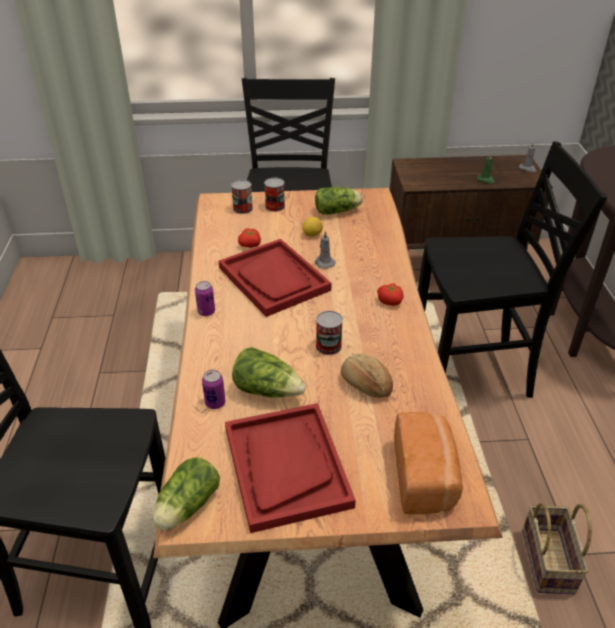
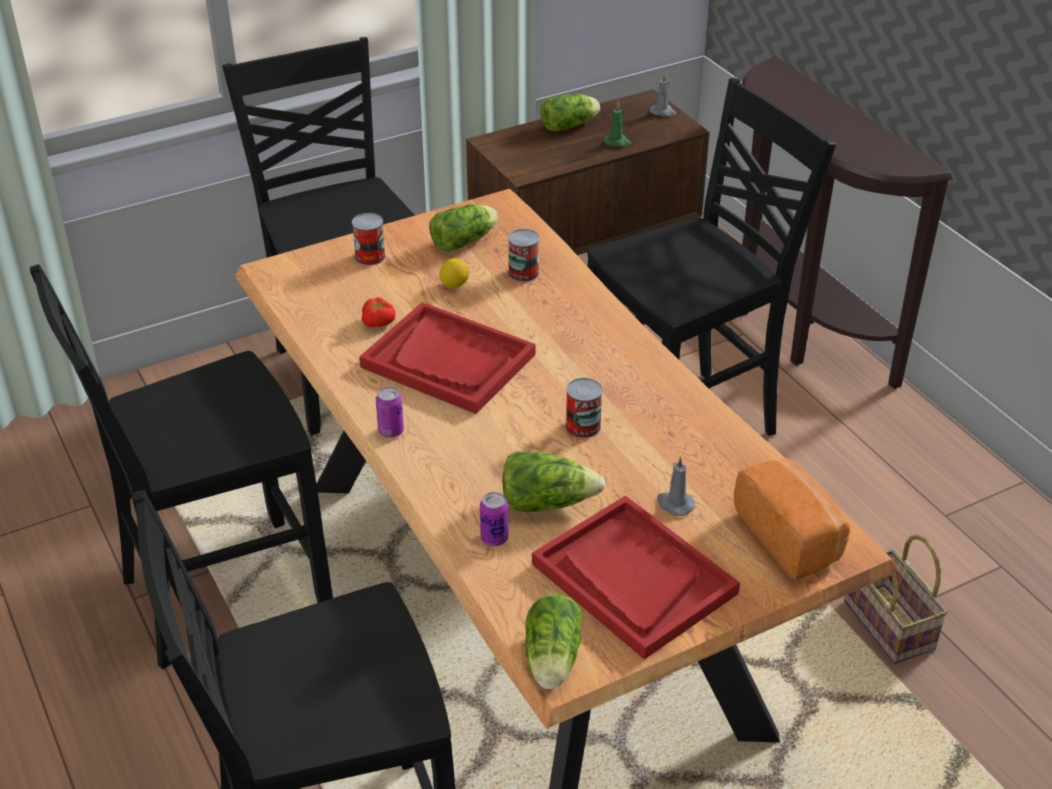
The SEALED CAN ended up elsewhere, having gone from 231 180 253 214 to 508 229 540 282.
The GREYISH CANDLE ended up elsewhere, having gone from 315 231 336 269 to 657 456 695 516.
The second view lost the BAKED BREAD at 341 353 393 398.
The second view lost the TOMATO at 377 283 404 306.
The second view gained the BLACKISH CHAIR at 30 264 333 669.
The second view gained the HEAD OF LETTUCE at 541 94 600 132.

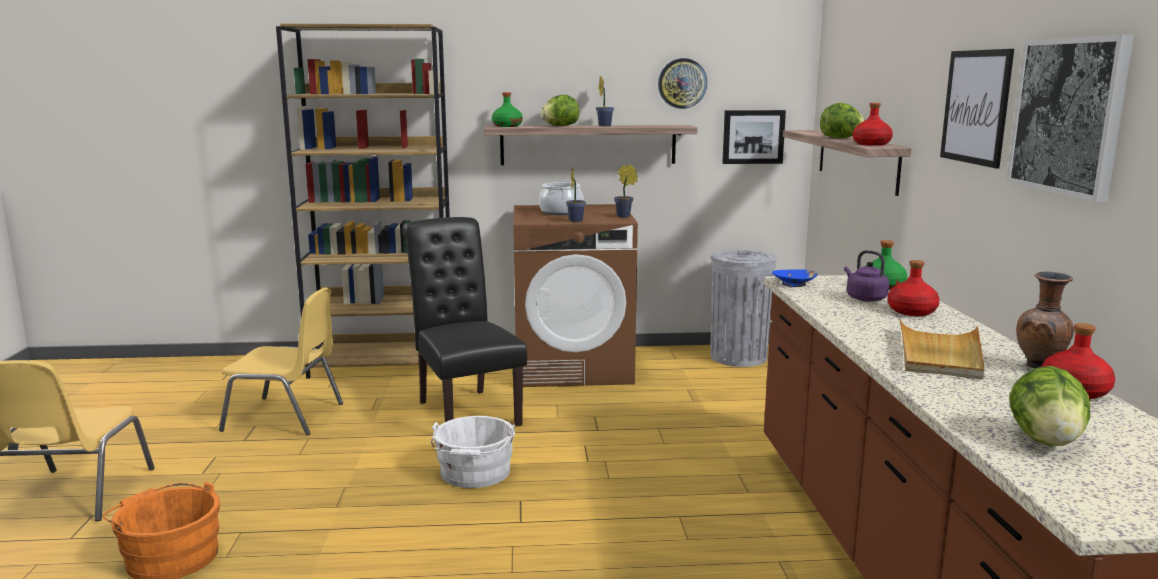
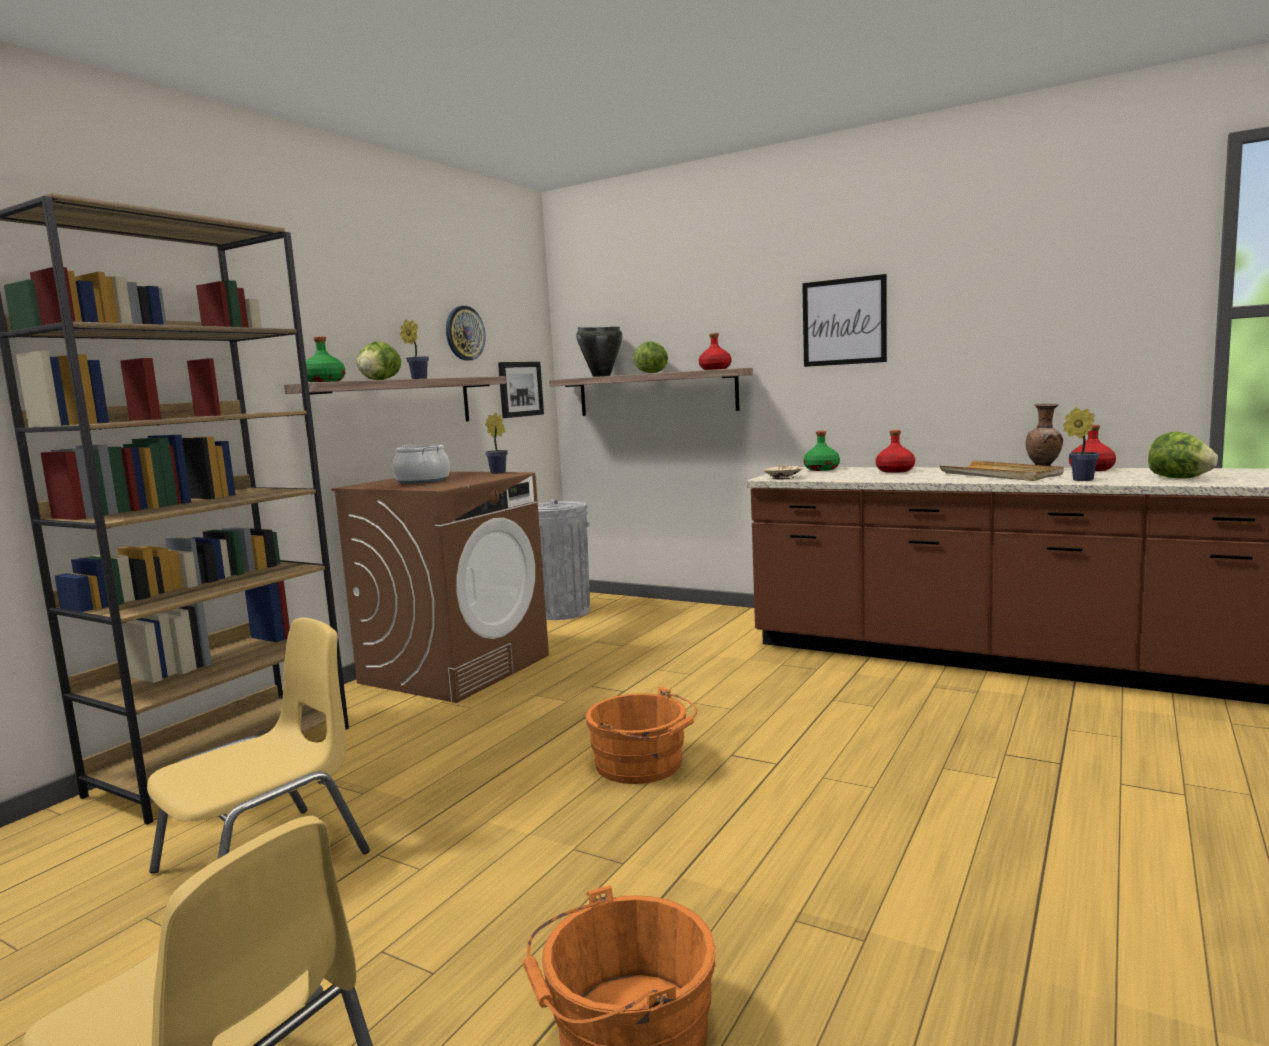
The second view lost the BLACKISH CHAIR at 402 217 527 426.
What was the WHITISH WATER BUCKET at 431 416 515 488 turned into the ORANGE WATER BUCKET at 586 687 697 784.
The HOUSEPLANT ended up elsewhere, having gone from 566 169 586 222 to 1063 407 1100 481.
What was the BLUISH SERVING BOWL at 772 269 818 287 turned into the BEIGE-COLOURED SERVING BOWL at 763 466 803 479.
The second view lost the PURPLISH TEA KETTLE at 844 250 889 302.
The second view lost the WALL PICTURE at 1006 34 1134 202.
The second view gained the BLACKISH COOKING POT at 576 327 623 377.

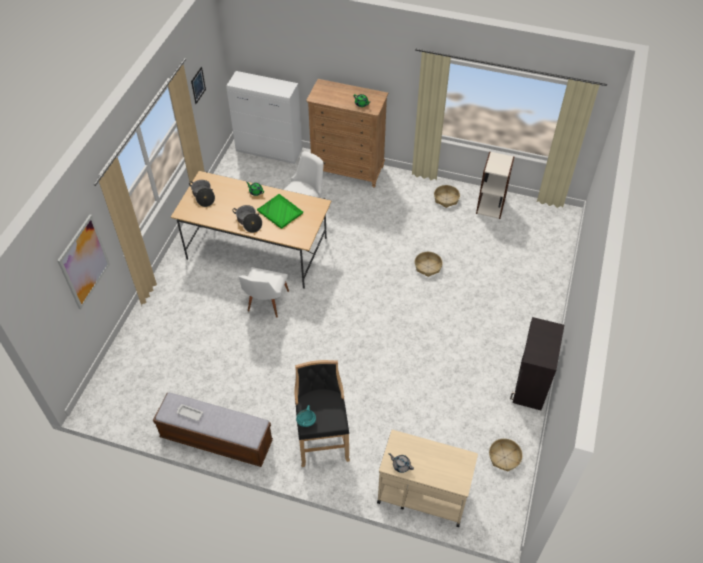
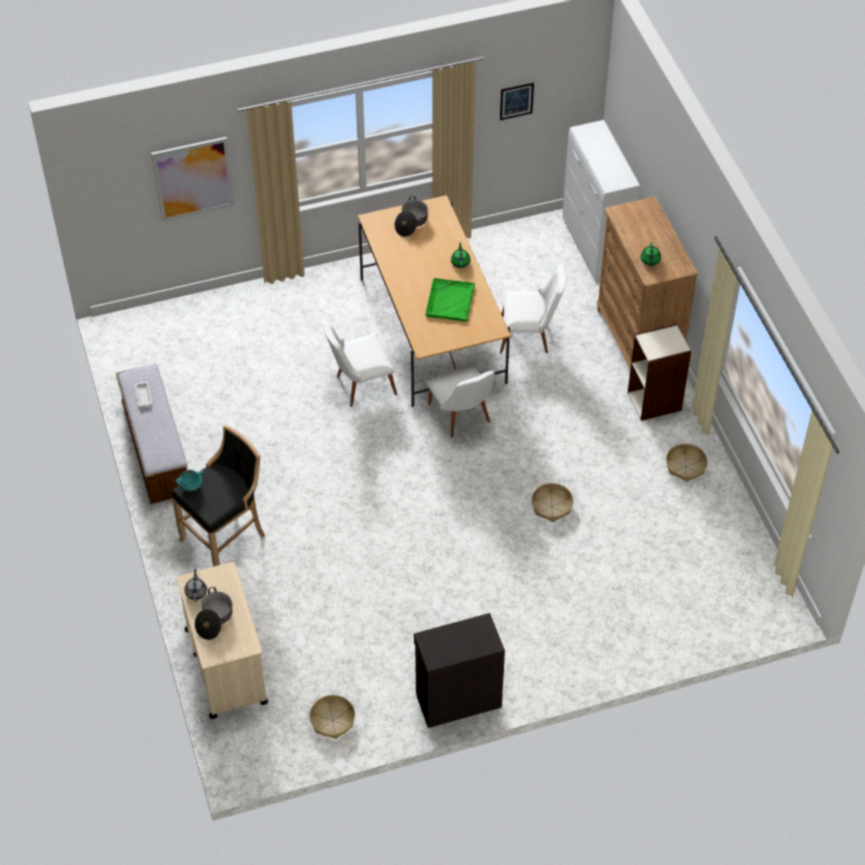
The COOKING POT ended up elsewhere, having gone from 233 205 262 233 to 195 587 232 640.
The SHELVING UNIT ended up elsewhere, having gone from 476 151 515 219 to 628 324 691 421.
The second view gained the WHITISH CHAIR at 426 363 495 437.

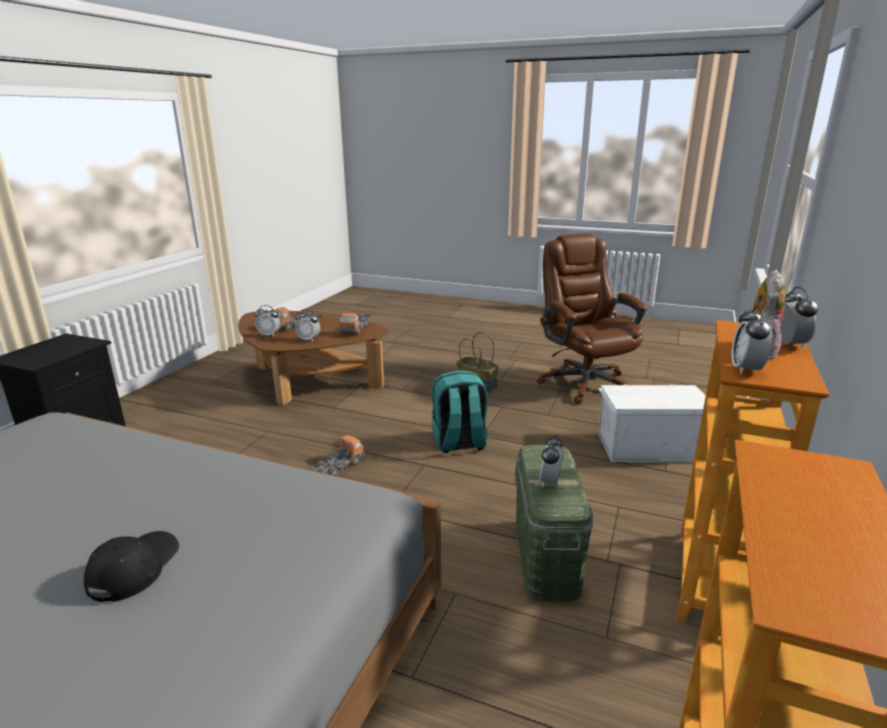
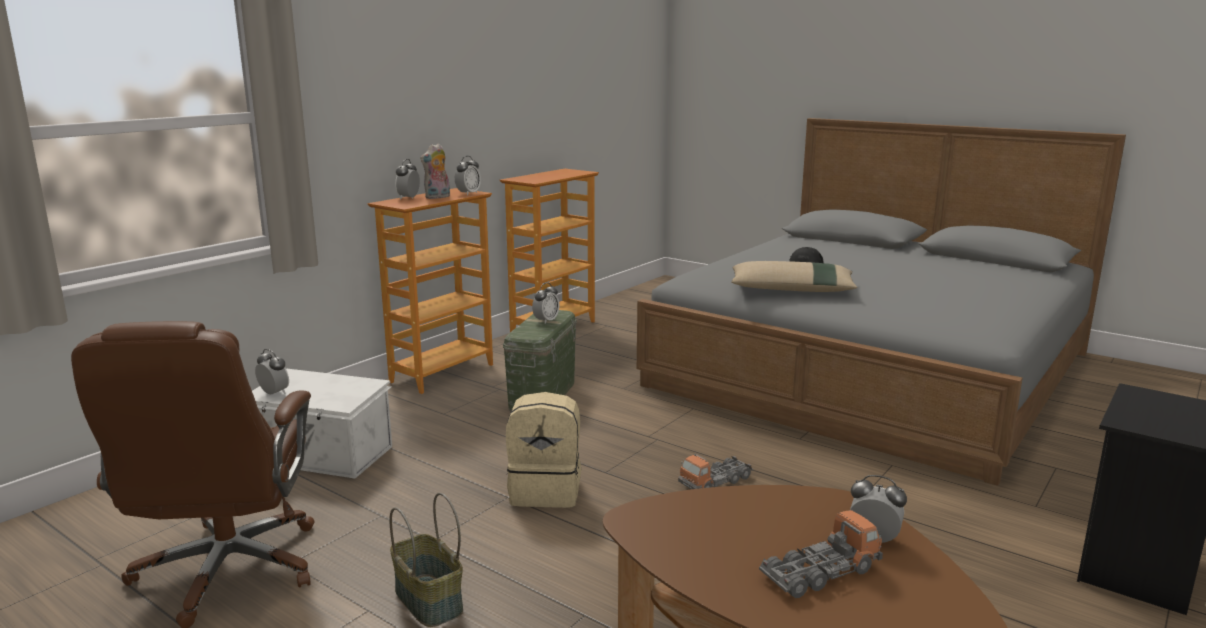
The ALARM CLOCK ended up elsewhere, having gone from 296 309 320 342 to 255 349 289 395.
The second view lost the TOY TRUCK at 338 313 371 334.
What was the BLUE-GREEN RUCKSACK at 432 371 488 453 turned into the BEIGE-COLOURED RUCKSACK at 506 392 581 508.
The second view gained the BEIGE-COLOURED PILLOW at 731 261 857 292.

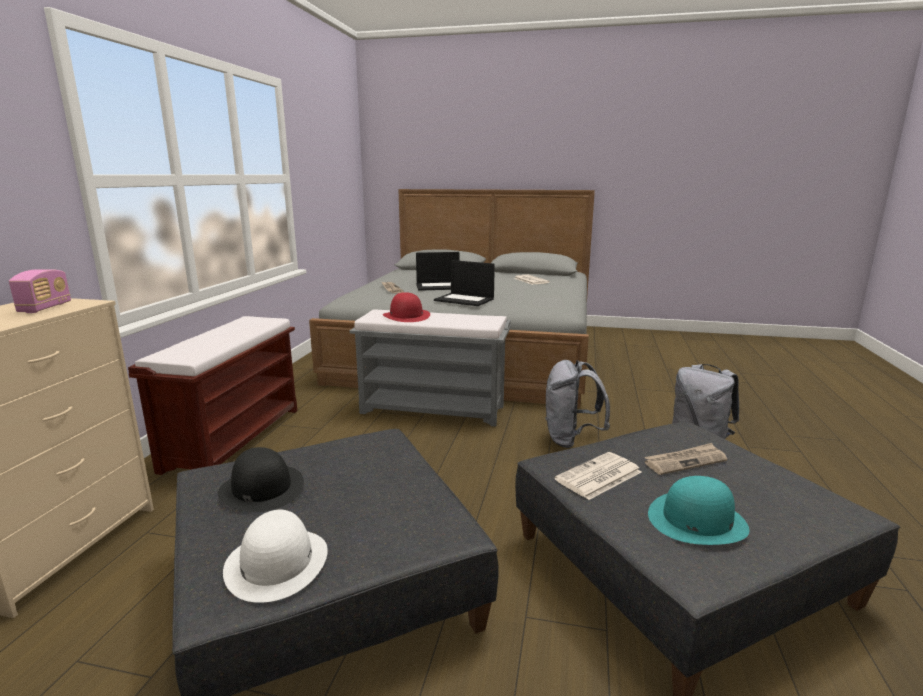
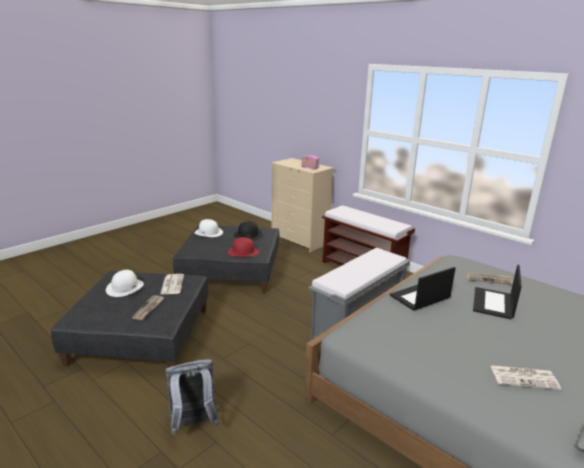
The RED CLOTHING HAT ended up elsewhere, having gone from 383 292 430 322 to 228 237 259 257.
The second view lost the GREYISH RUCKSACK at 545 360 610 448.
What was the BLUE-GREEN CLOTHING HAT at 648 476 749 545 turned into the WHITISH CLOTHING HAT at 106 270 144 297.

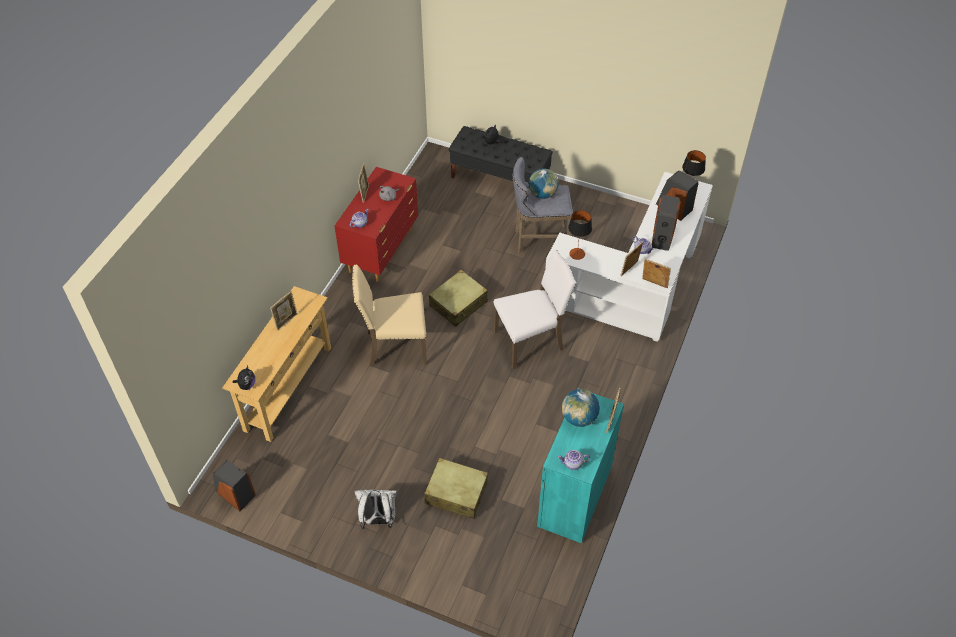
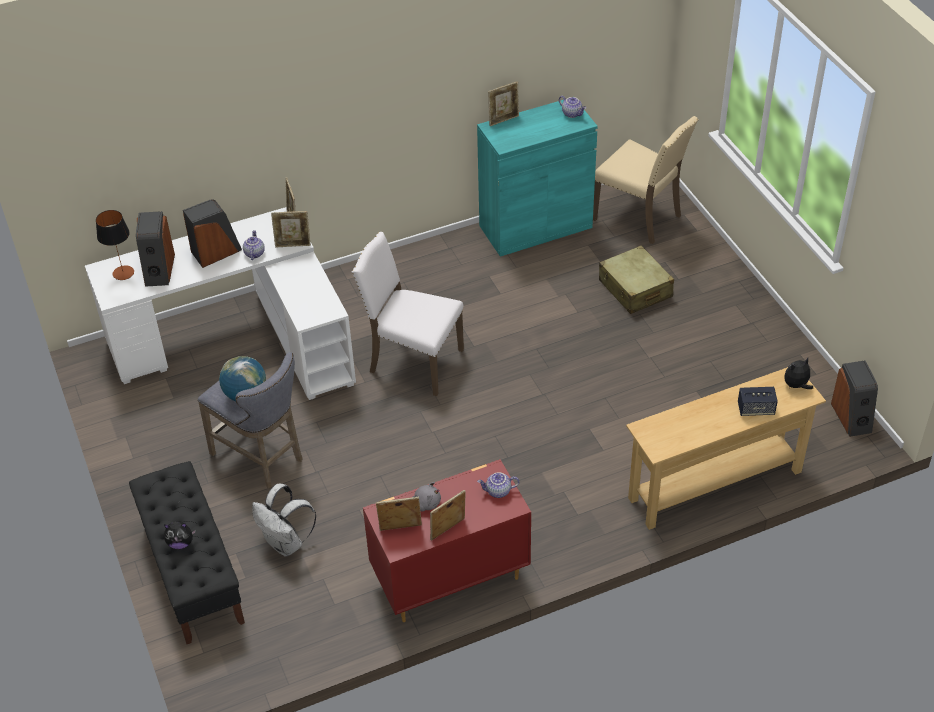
The STANDING FRAME ended up elsewhere, having gone from 270 291 298 331 to 376 497 422 531.
The BEIGE-COLOURED CHAIR ended up elsewhere, having gone from 352 265 427 366 to 593 116 699 244.
The WHITISH RUCKSACK ended up elsewhere, having gone from 354 490 397 529 to 252 484 316 557.
The second view lost the BEIGE-COLOURED TRAVEL CASE at 429 270 488 327.
The second view lost the DESK GLOBE at 562 389 600 427.
The second view lost the LAMP FOR A TABLE at 568 210 592 260.
The second view gained the LOUDSPEAKER at 738 387 778 416.

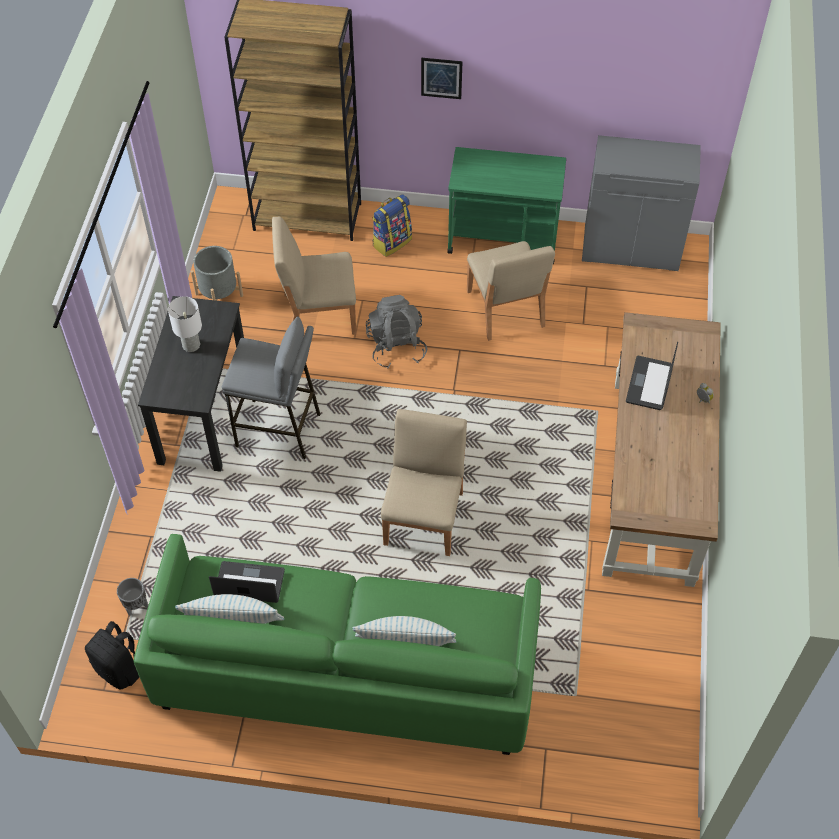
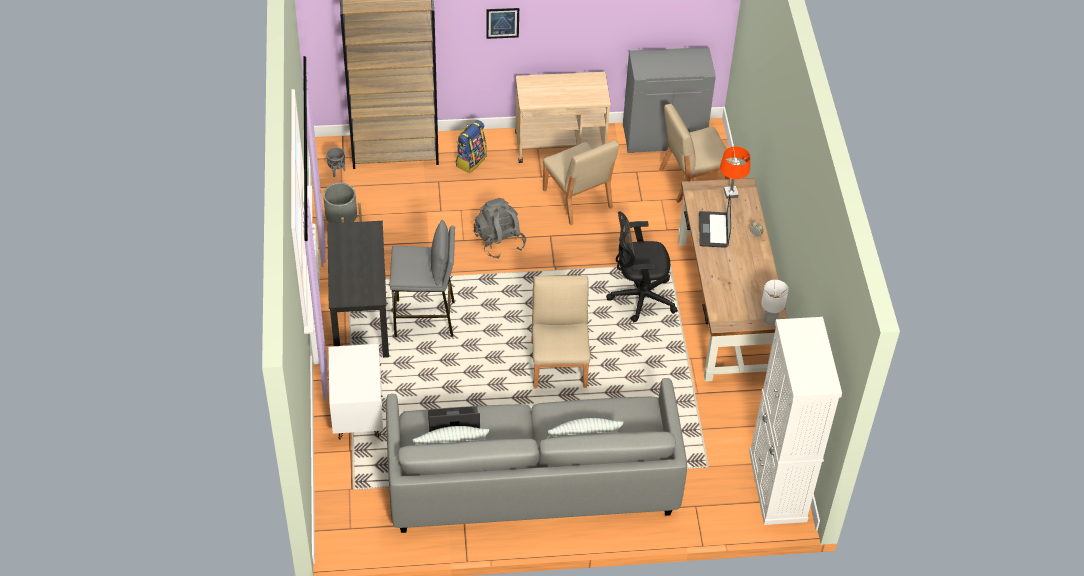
The second view lost the BLACKISH RUCKSACK at 85 621 139 690.
The GREYISH PLANTER ended up elsewhere, having gone from 117 578 148 616 to 326 147 345 177.
What was the GREENISH SOFA at 134 534 541 755 turned into the GREYISH SOFA at 386 378 687 533.
The WHITISH LAMP FOR A TABLE ended up elsewhere, having gone from 168 296 202 352 to 761 280 789 325.
The BEIGE-COLOURED CHAIR ended up elsewhere, having gone from 272 217 356 335 to 659 104 733 203.
What was the GREENISH CART at 447 147 566 264 turned into the BEIGE-COLOURED CART at 515 72 611 163.
The second view gained the WHITISH NIGHT TABLE at 328 344 383 440.
The second view gained the BLACKISH COMPUTER CHAIR at 606 212 678 323.
The second view gained the ORANGE LAMP FOR A TABLE at 720 146 750 199.
The second view gained the WHITISH CUPBOARD at 749 317 842 525.

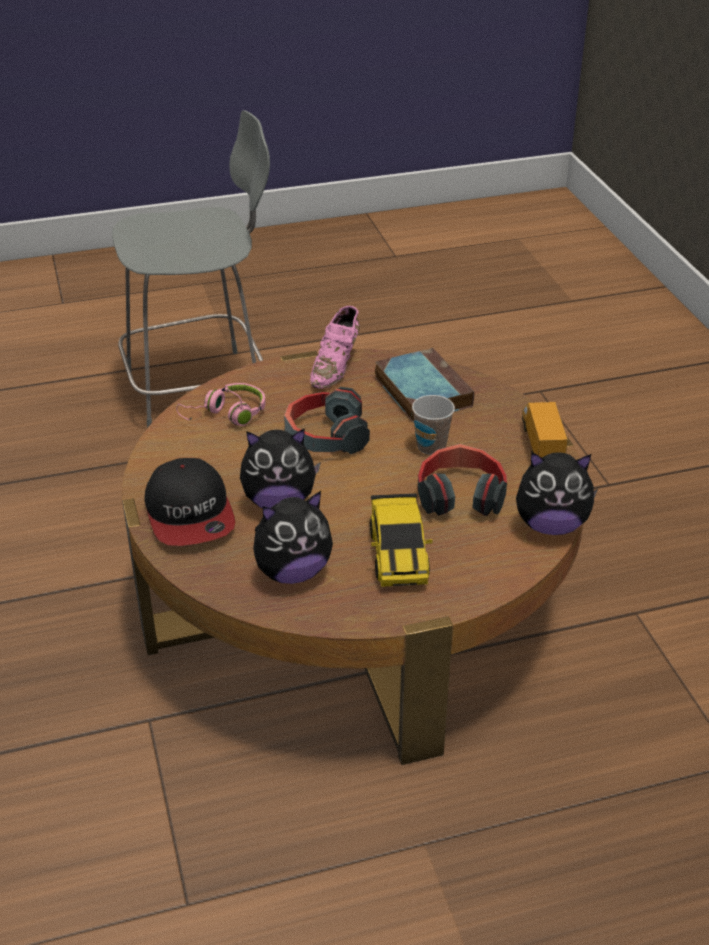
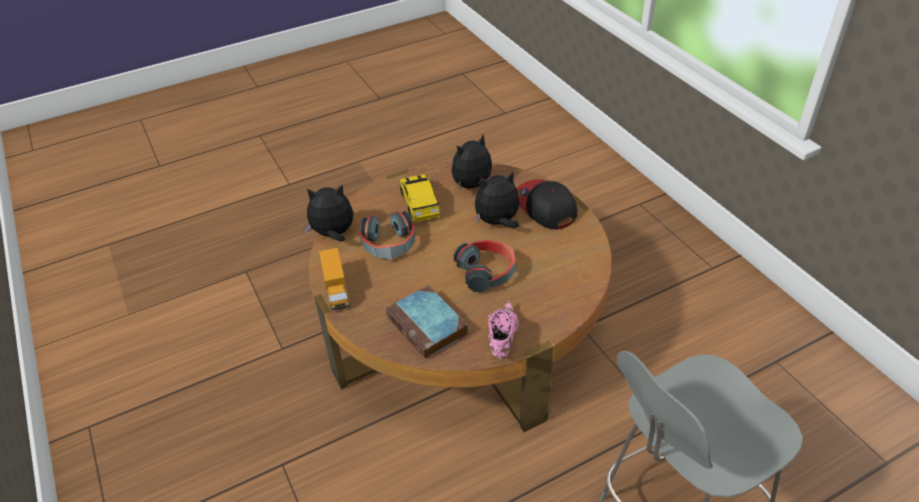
The second view lost the PINK-COLOURED HEADPHONES at 176 383 265 426.
The second view lost the CUP at 412 395 455 455.

